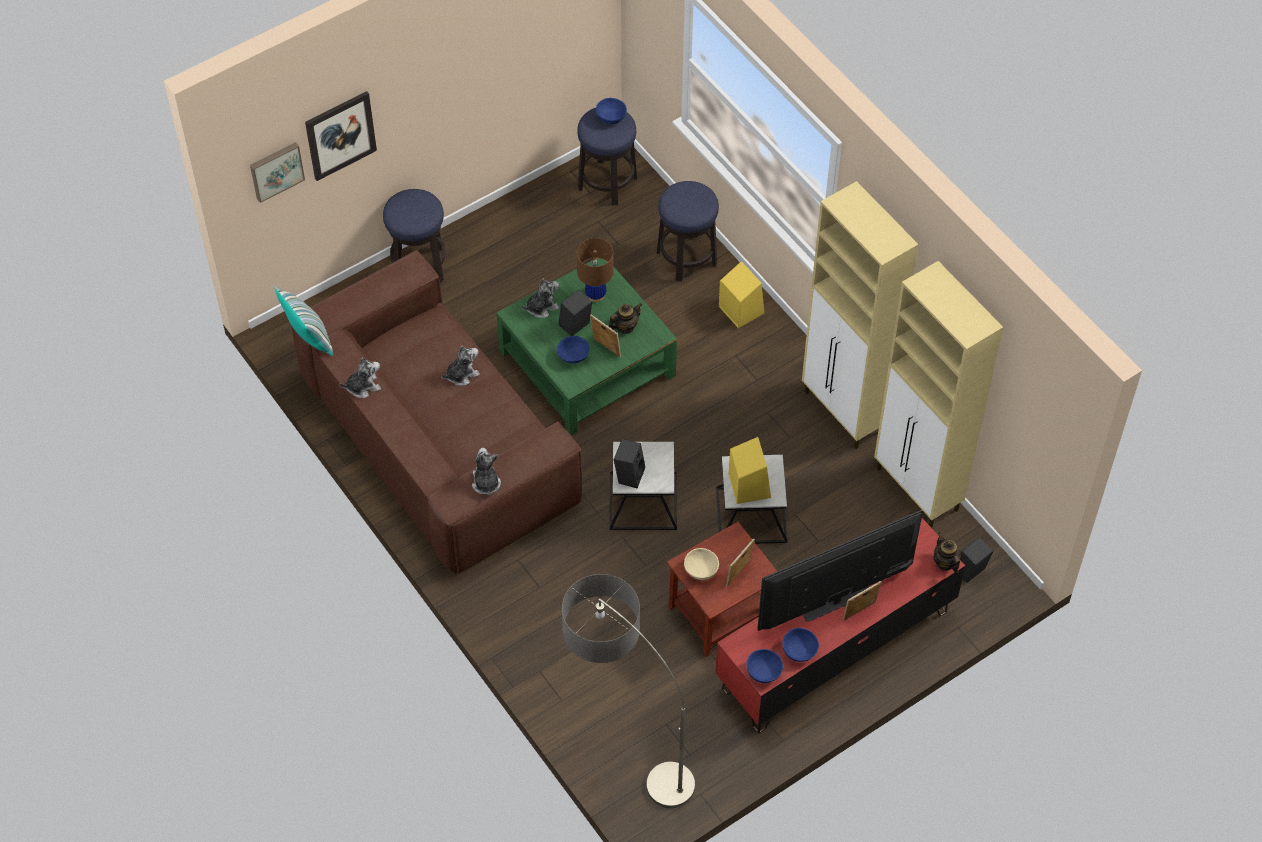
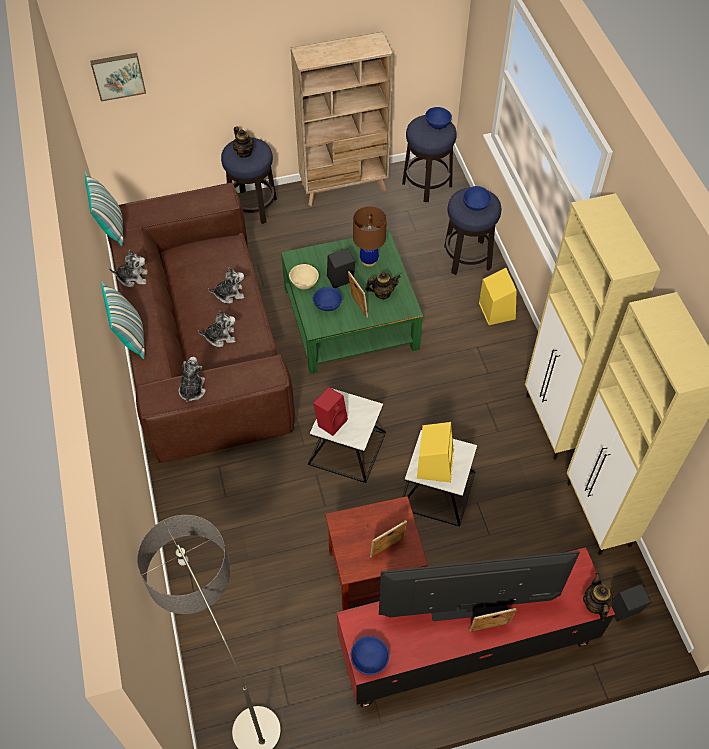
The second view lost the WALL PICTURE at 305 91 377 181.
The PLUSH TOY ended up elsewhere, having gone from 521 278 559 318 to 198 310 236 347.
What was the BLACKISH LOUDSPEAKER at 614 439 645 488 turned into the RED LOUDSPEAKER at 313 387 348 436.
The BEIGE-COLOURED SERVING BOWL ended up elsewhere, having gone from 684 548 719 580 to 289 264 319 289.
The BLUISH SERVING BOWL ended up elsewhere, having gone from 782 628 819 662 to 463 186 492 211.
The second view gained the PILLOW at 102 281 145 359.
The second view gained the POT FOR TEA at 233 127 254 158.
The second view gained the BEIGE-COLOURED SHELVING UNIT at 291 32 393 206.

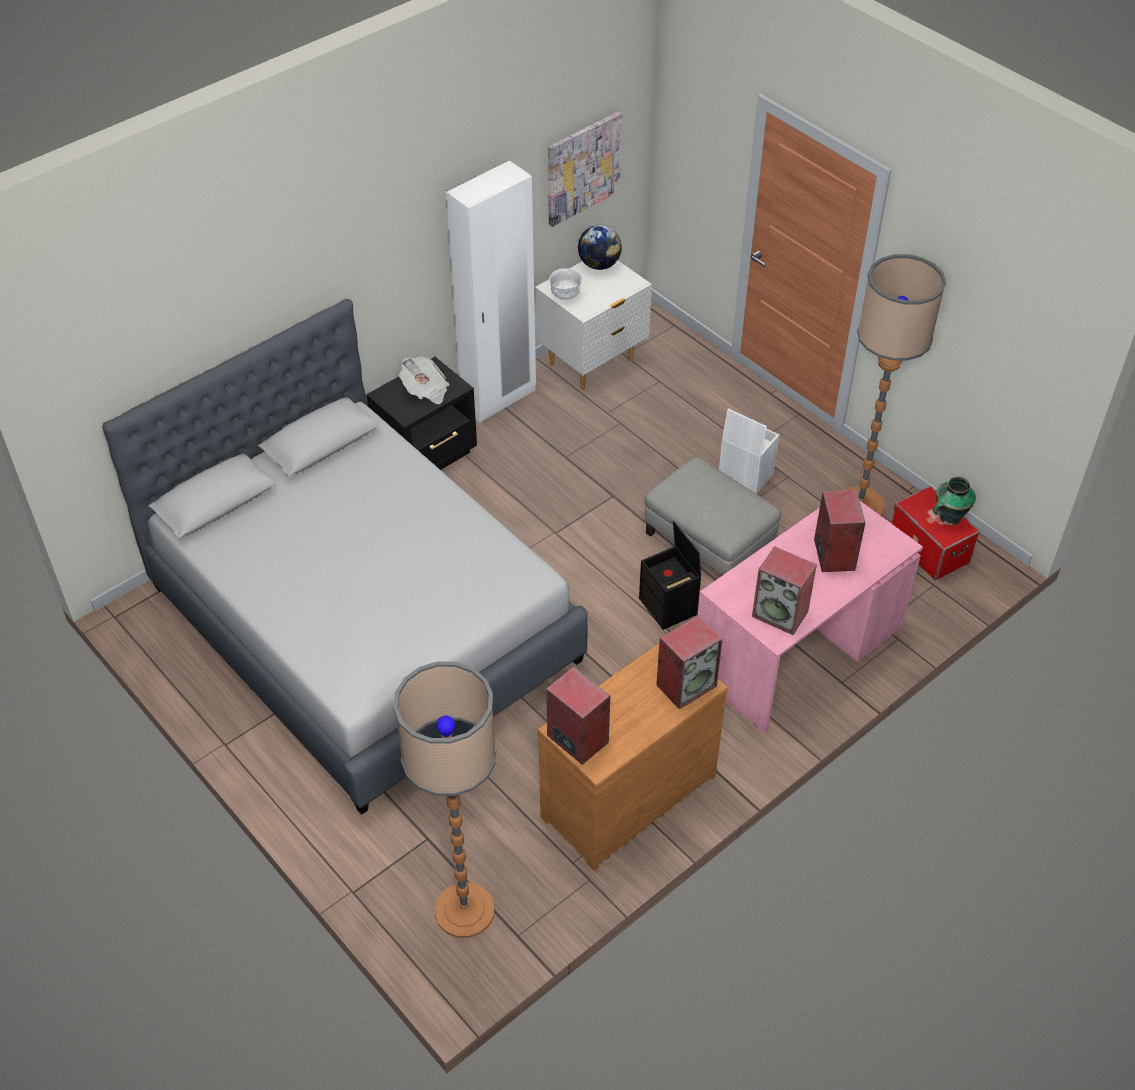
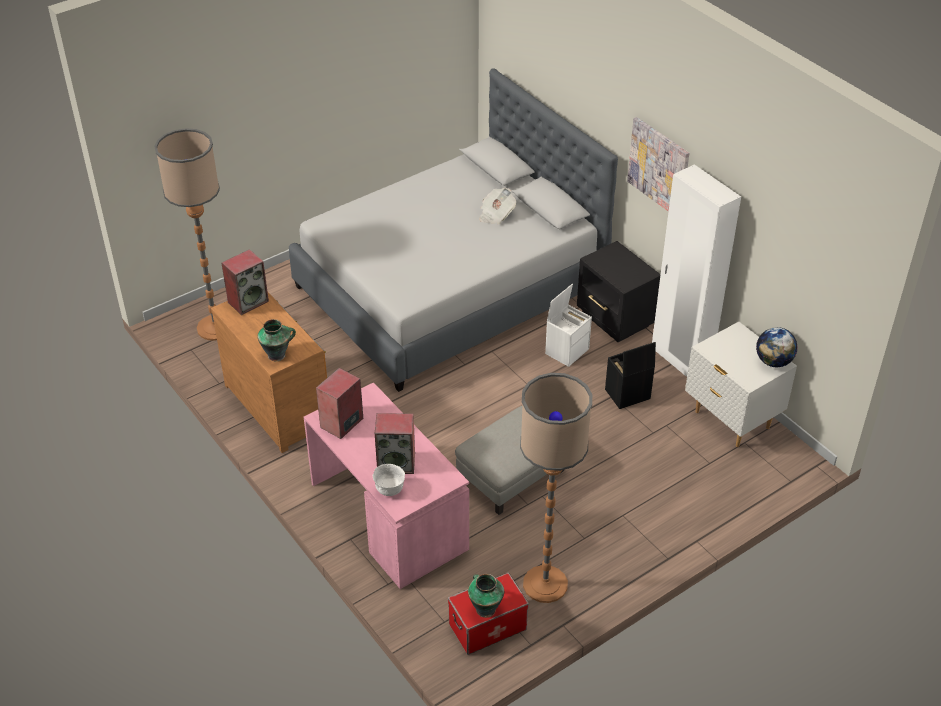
The NEWSPAPER ended up elsewhere, having gone from 399 357 449 404 to 479 188 516 224.
The WALL PICTURE ended up elsewhere, having gone from 548 112 622 227 to 627 117 690 212.
The WHITISH SERVING BOWL ended up elsewhere, having gone from 549 268 582 300 to 373 464 405 496.
The BLACKISH STORAGE CONTAINER ended up elsewhere, having gone from 639 521 701 630 to 605 342 656 409.
Where the LOUDSPEAKER stood at 656 615 723 709, the FLOWER VASE came to stand at 257 319 296 361.
The WHITISH STORAGE CONTAINER ended up elsewhere, having gone from 719 409 779 494 to 545 284 592 367.

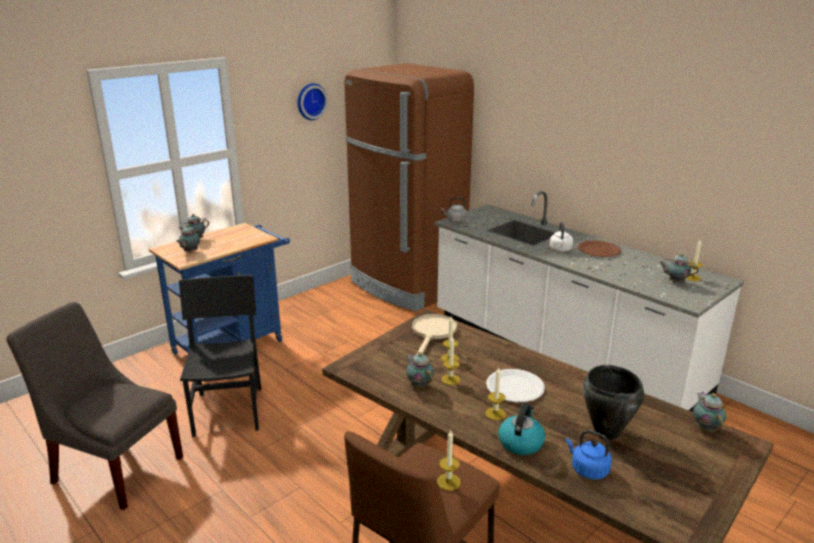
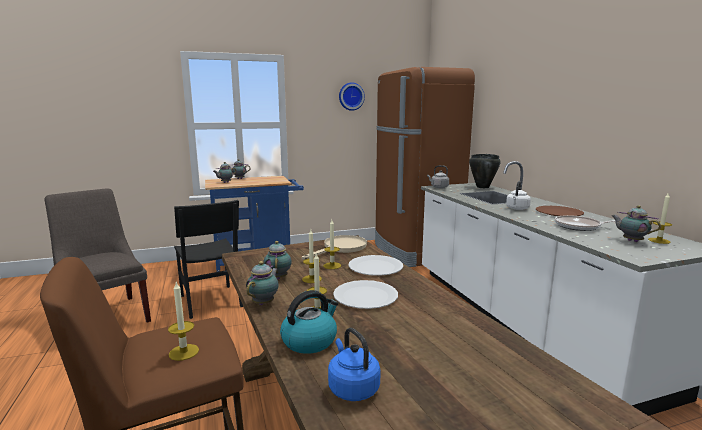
The BLACKISH CHAIR at 179 275 261 437 ended up facing another way, 135 degrees clockwise from before.
The BLACKISH COOKING POT ended up elsewhere, having gone from 582 365 645 440 to 469 154 501 188.
The POT FOR TEA ended up elsewhere, having gone from 693 392 726 432 to 246 261 279 305.
The second view gained the WHITISH PLATE at 349 255 403 276.
The second view gained the FRYING PAN at 555 215 615 231.

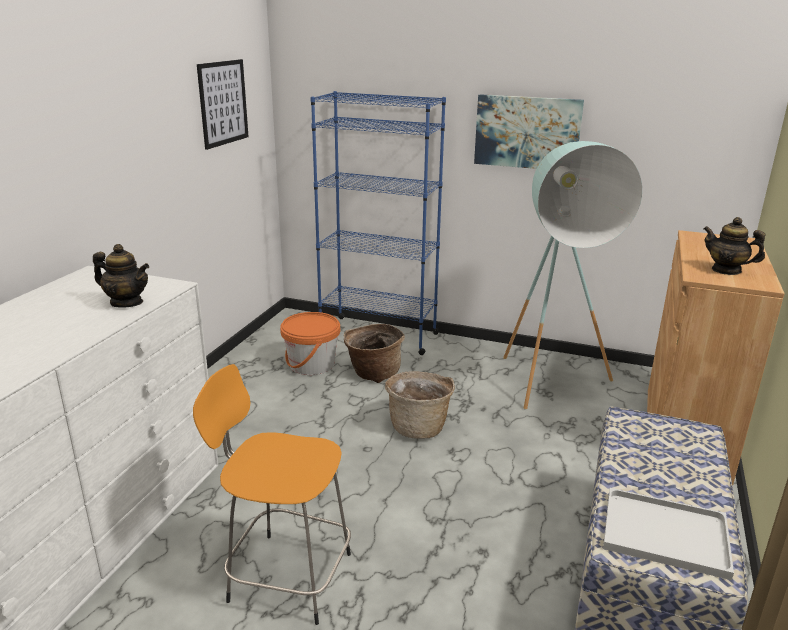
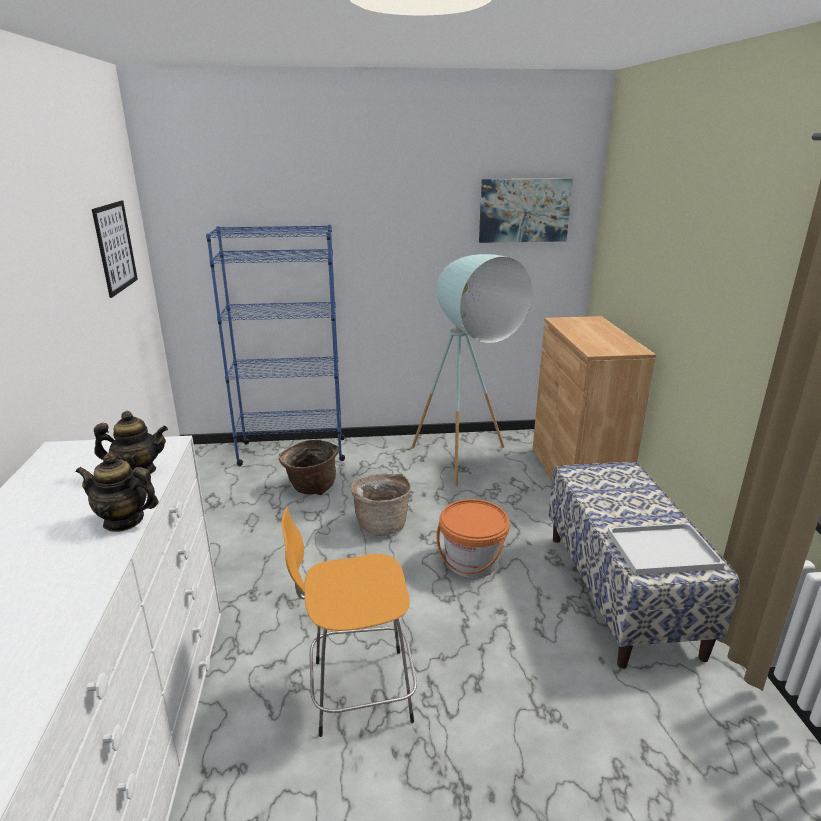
The ORANGE WATER BUCKET ended up elsewhere, having gone from 280 312 340 375 to 437 499 510 578.
The WALL PICTURE ended up elsewhere, having gone from 474 94 584 169 to 479 178 573 243.
The POT FOR TEA ended up elsewhere, having gone from 703 217 766 275 to 75 453 159 532.

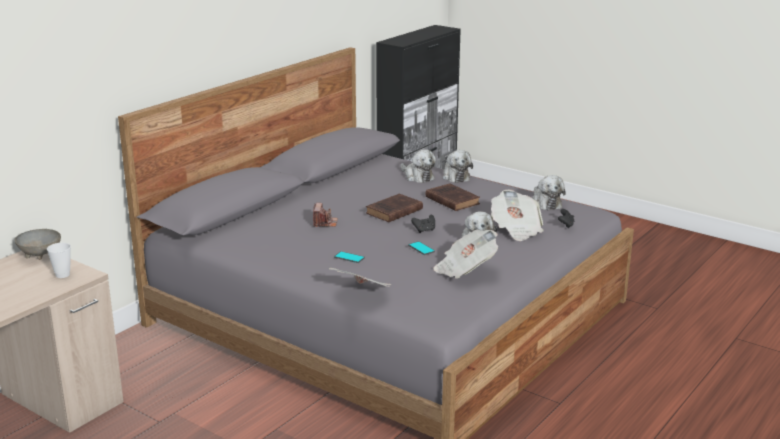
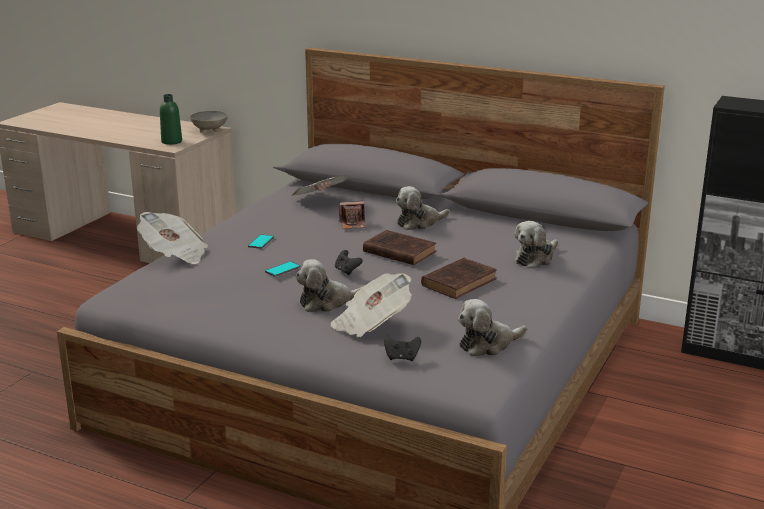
Where the CUP stood at 47 243 71 278, the GREENISH BOTTLE came to stand at 160 94 182 145.
The NEWSPAPER ended up elsewhere, having gone from 434 230 498 279 to 291 175 349 196.
The PLUSH TOY ended up elsewhere, having gone from 442 150 473 183 to 396 186 450 230.

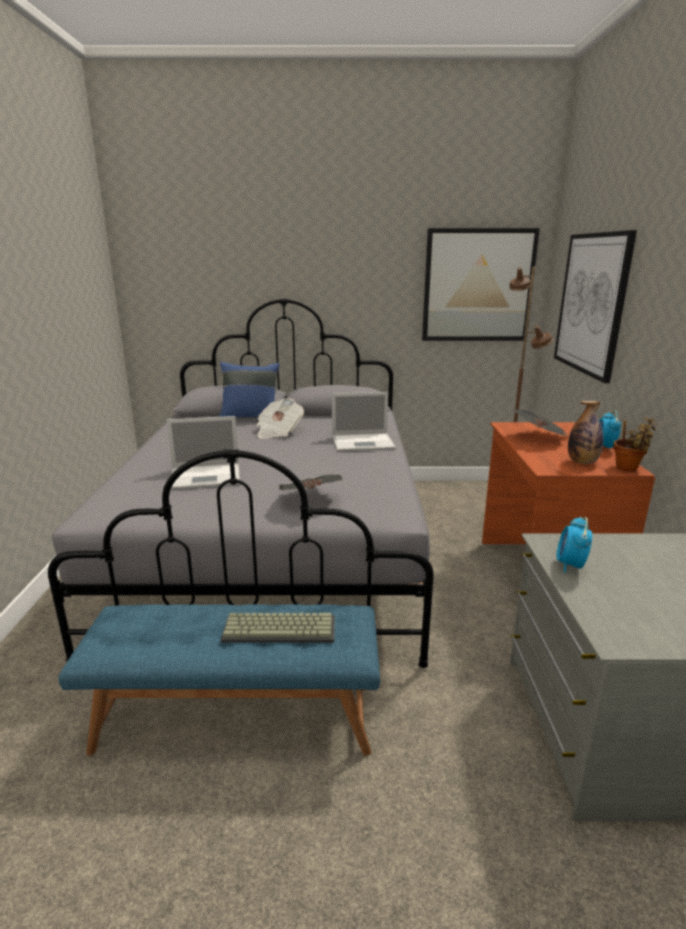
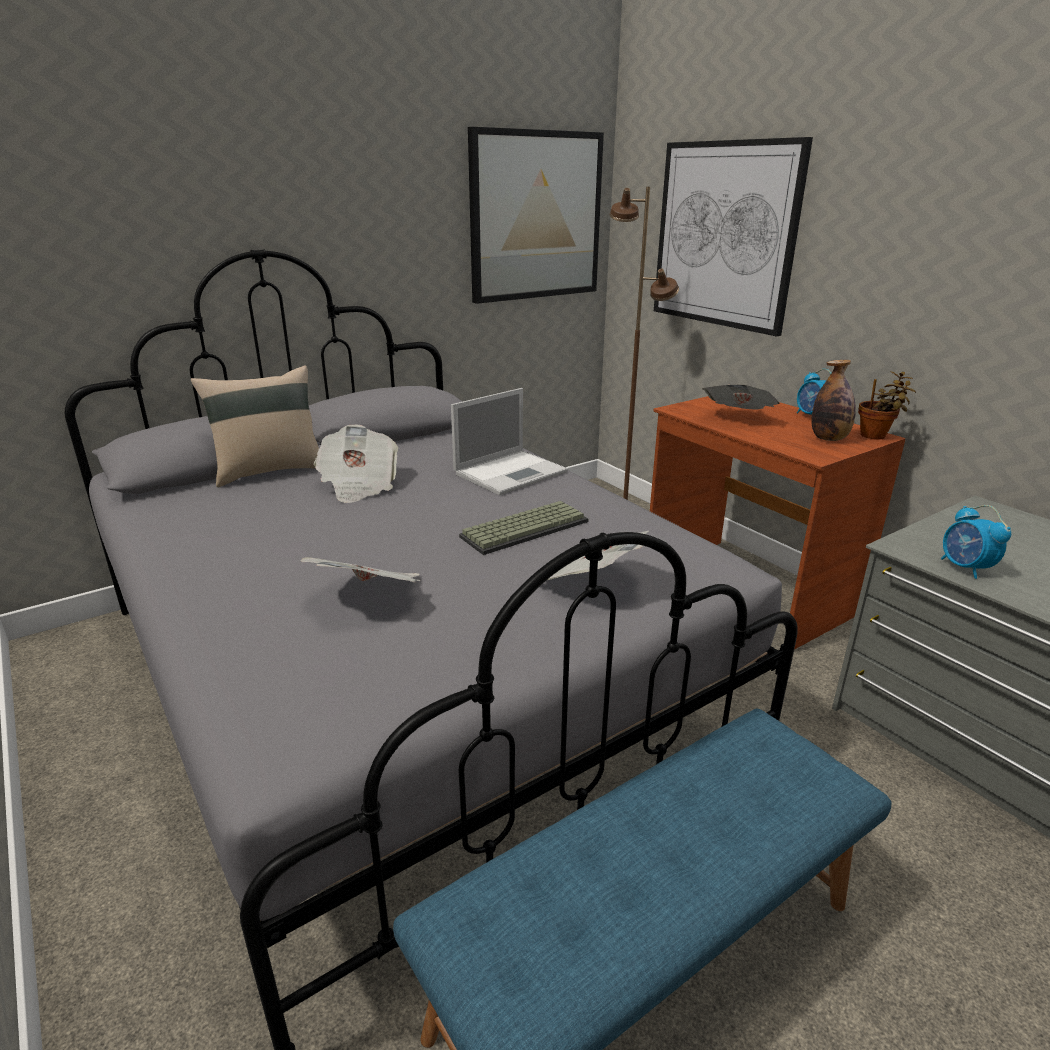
Where the PORTABLE COMPUTER stood at 167 416 240 490, the NEWSPAPER came to stand at 301 557 420 582.
What was the BLUISH PILLOW at 220 362 280 418 turned into the BEIGE-COLOURED PILLOW at 191 365 319 487.
The COMPUTER KEYBOARD ended up elsewhere, having gone from 221 613 335 643 to 459 501 589 555.

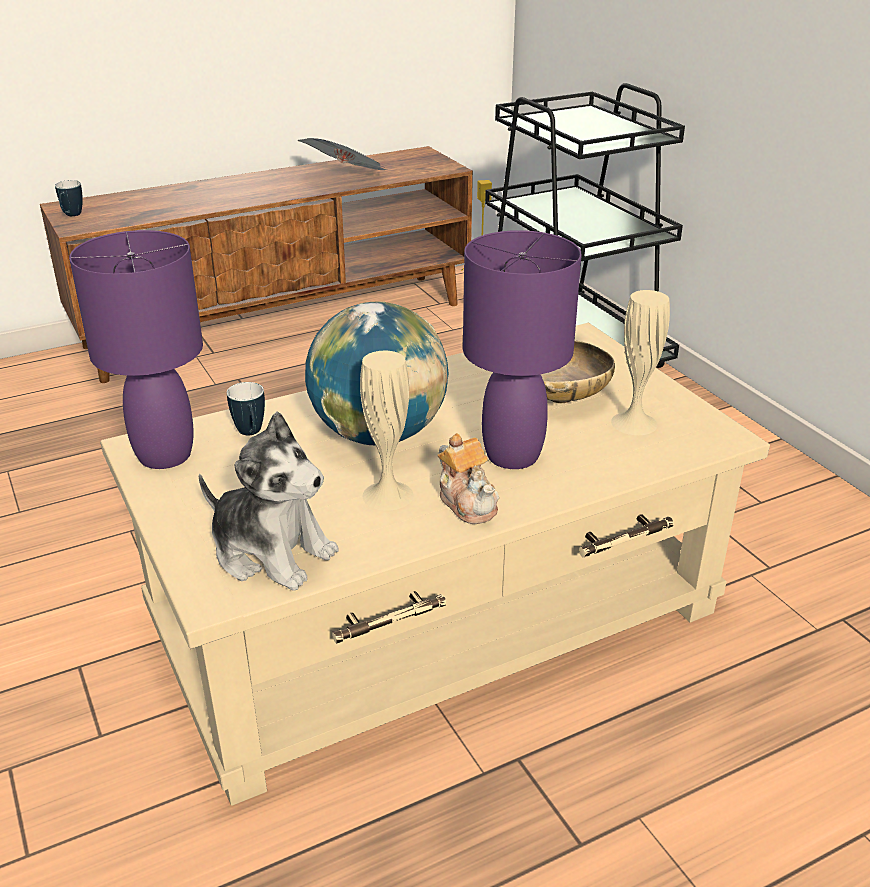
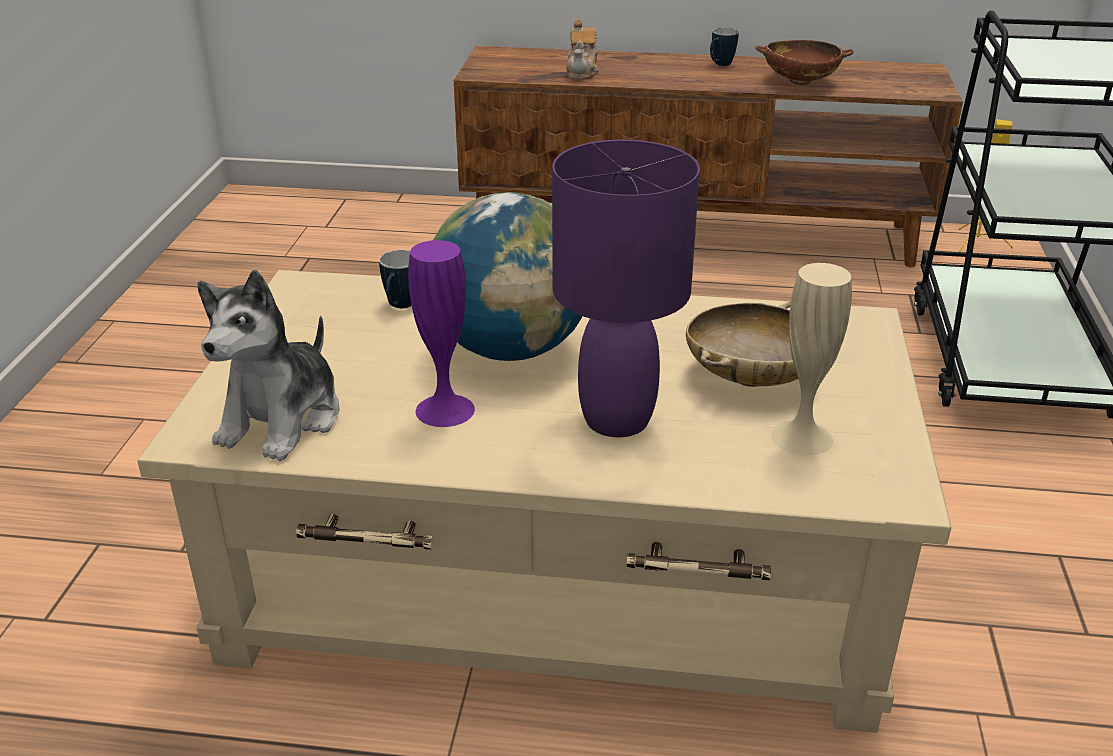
The TEA MUG ended up elsewhere, having gone from 55 180 83 216 to 710 27 739 66.
The second view lost the PURPLISH LAMP FOR A TABLE at 69 230 203 469.
The PLUSH TOY at 199 411 339 591 ended up facing another way, 45 degrees clockwise from before.
Where the NEWSPAPER stood at 297 138 387 170, the BROWN SERVING BOWL came to stand at 755 40 853 85.
What was the BEIGE-COLOURED FLOWER VASE at 360 351 413 511 turned into the PURPLISH FLOWER VASE at 408 240 475 427.
The POT FOR TEA ended up elsewhere, having gone from 437 433 499 524 to 566 19 599 80.

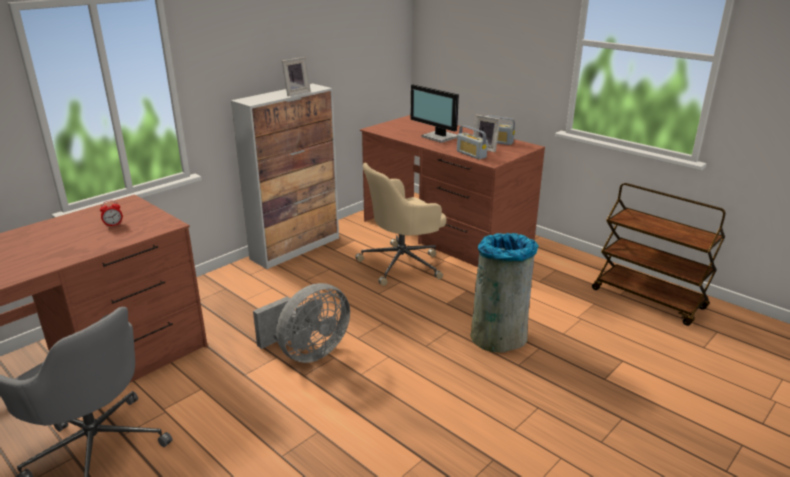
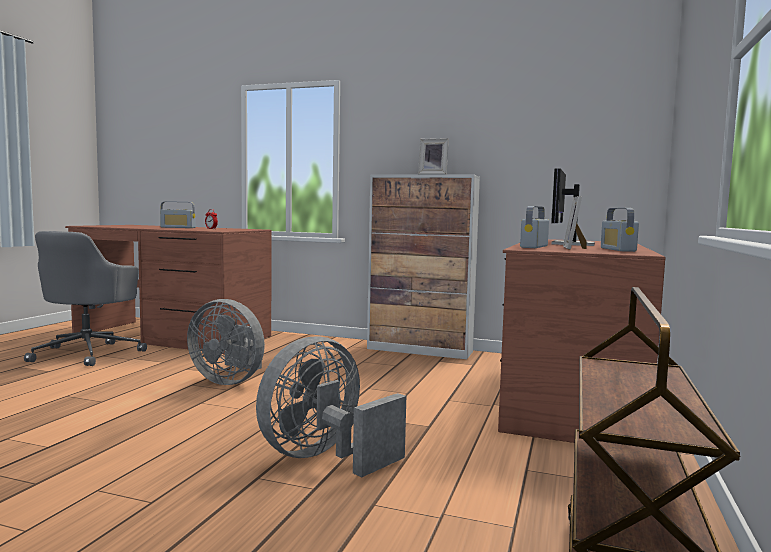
The second view lost the BEIGE-COLOURED COMPUTER CHAIR at 355 163 447 286.
Where the GREYISH RUBBISH BIN stood at 471 233 539 353, the GREYISH COOLING FAN came to stand at 256 336 406 478.
The second view gained the RADIO at 160 201 196 228.

